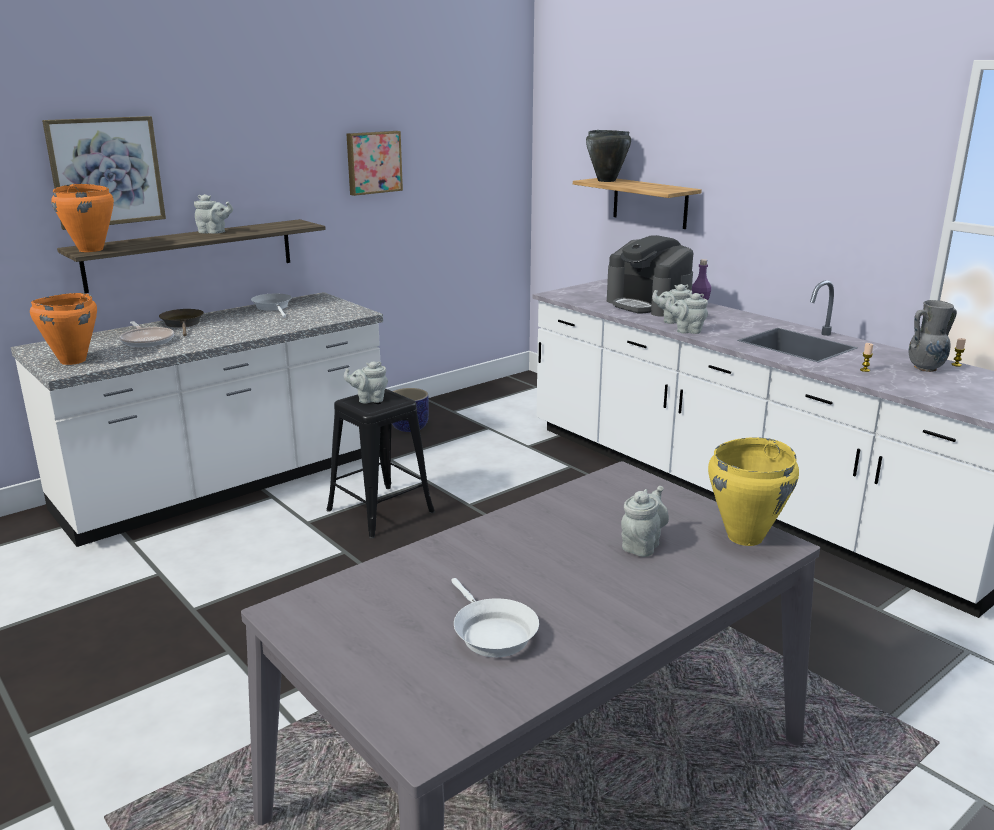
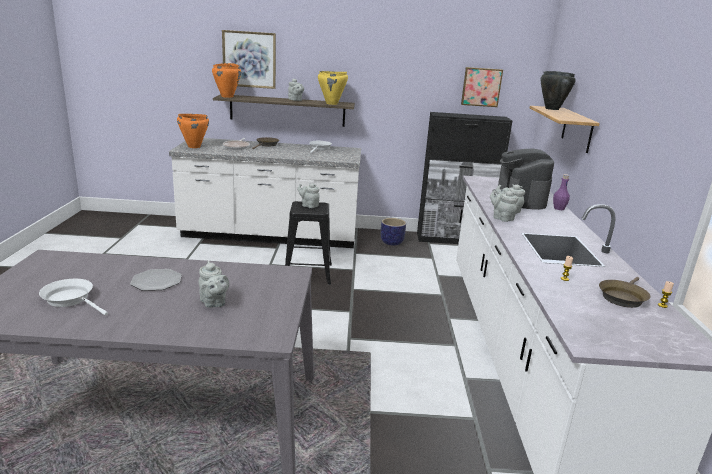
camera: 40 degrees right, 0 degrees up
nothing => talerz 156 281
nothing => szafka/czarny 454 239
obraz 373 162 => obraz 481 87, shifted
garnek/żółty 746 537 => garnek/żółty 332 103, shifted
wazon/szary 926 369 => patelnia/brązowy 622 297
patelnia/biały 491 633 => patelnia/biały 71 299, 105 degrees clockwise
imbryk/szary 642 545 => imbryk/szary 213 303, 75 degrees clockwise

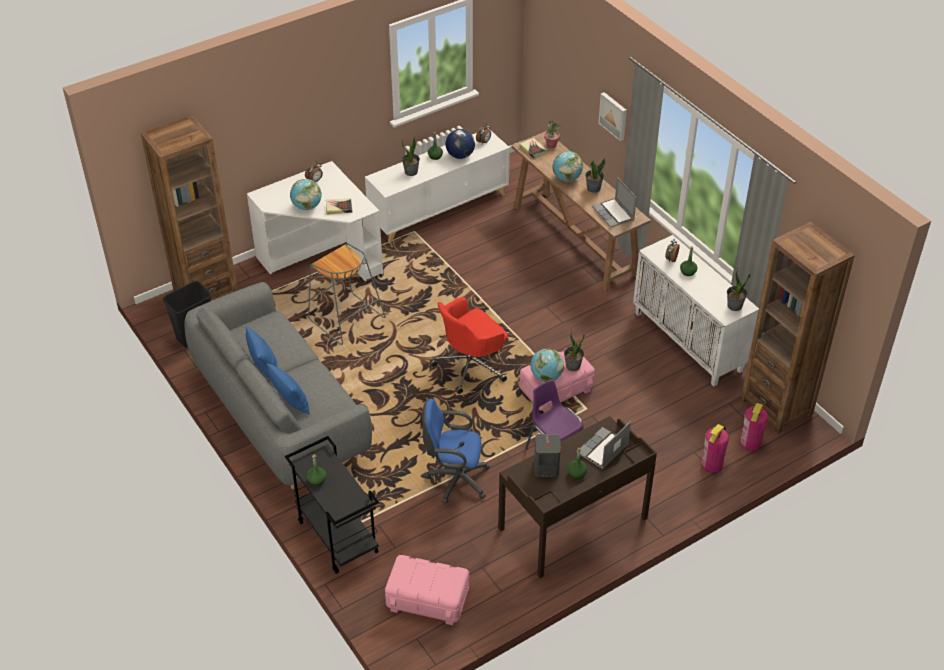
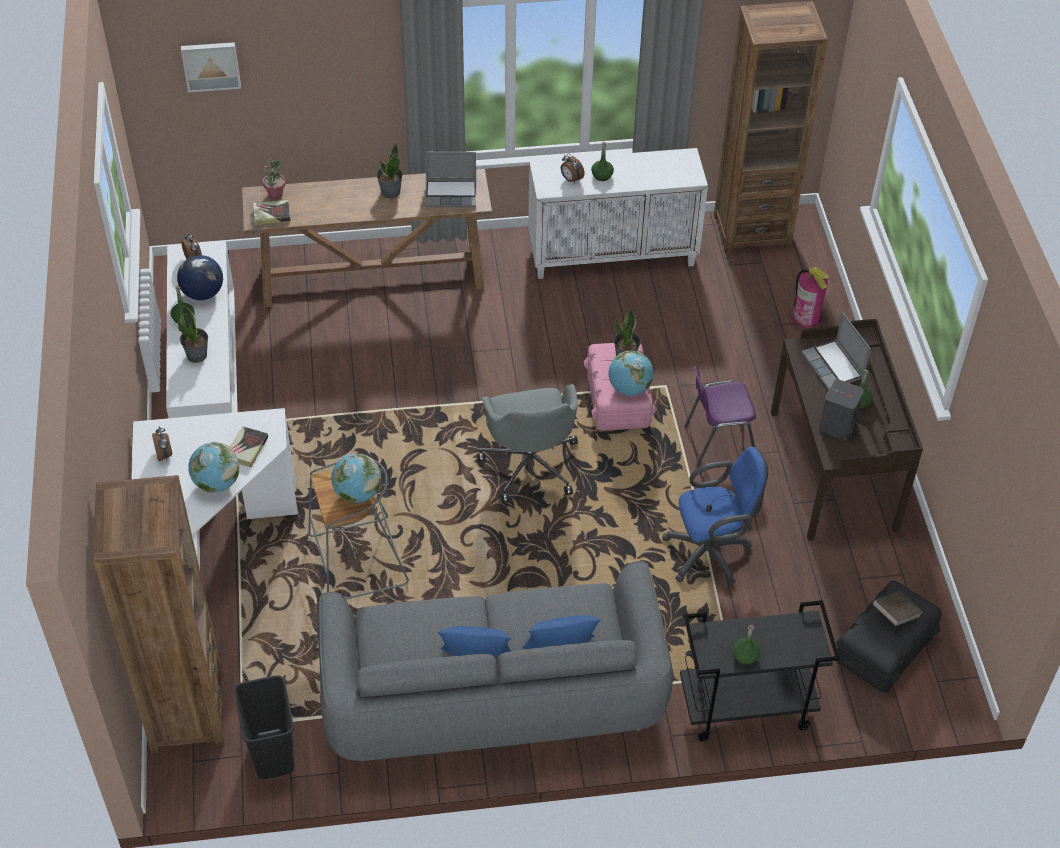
camera: 65 degrees left, 5 degrees up
roślina doniczkowa 734 306 => nothing
gaśnica 750 442 => nothing
nothing => książka/brązowy 895 614
globus 567 178 => globus 357 493, shifted
obraz 614 116 => obraz 211 65, shifted
pojemnik do przechowywania/różowy 427 599 => pojemnik do przechowywania/czarny 884 649
krzesło biurowe/czerwony 471 366 => krzesło biurowe/szary 530 464
krzesło biurowe/niebieski 454 479 => krzesło biurowe/niebieski 711 553, 135 degrees counterclockwise

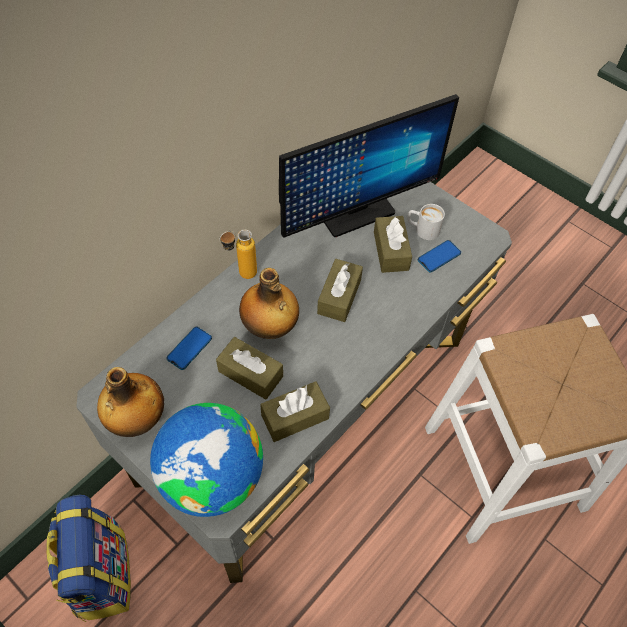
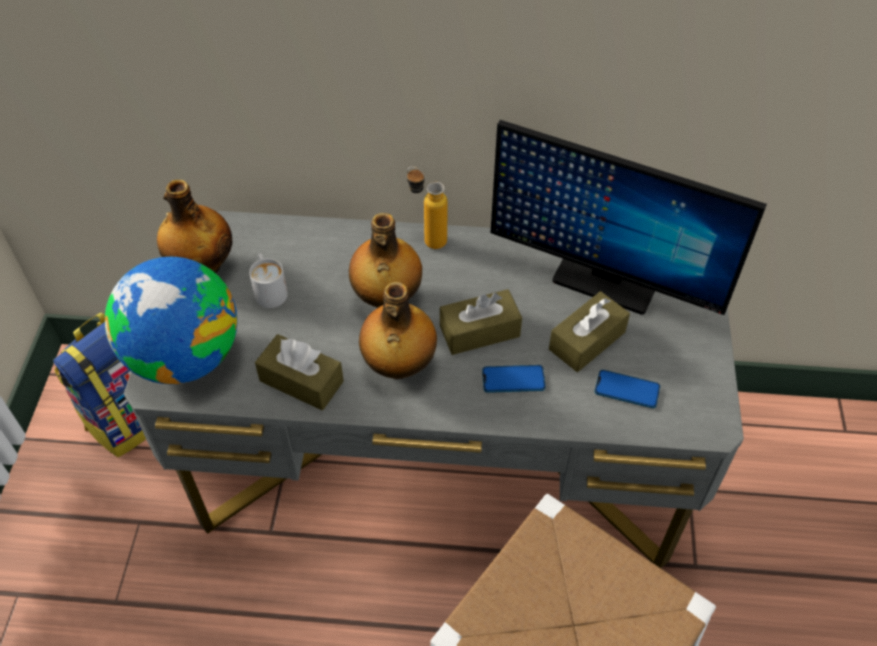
camera: 55 degrees right, 5 degrees down
pudełko chusteczek/brązowy 250 374 => nothing
nothing => butelka 398 366
telefon 189 348 => telefon 513 380, shifted
kubek/biały 422 229 => kubek/biały 269 290, shifted

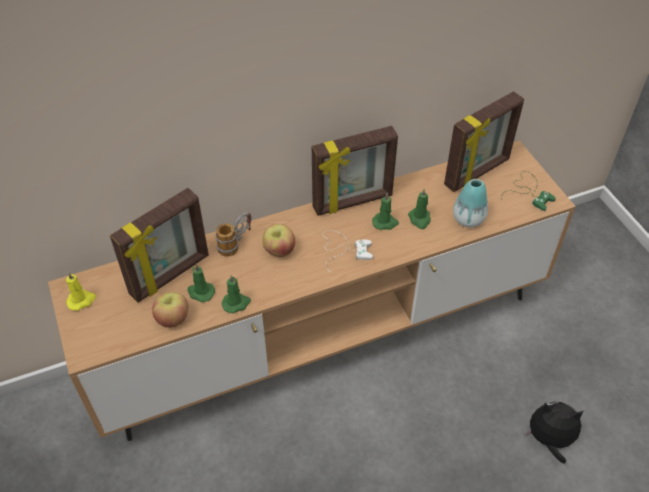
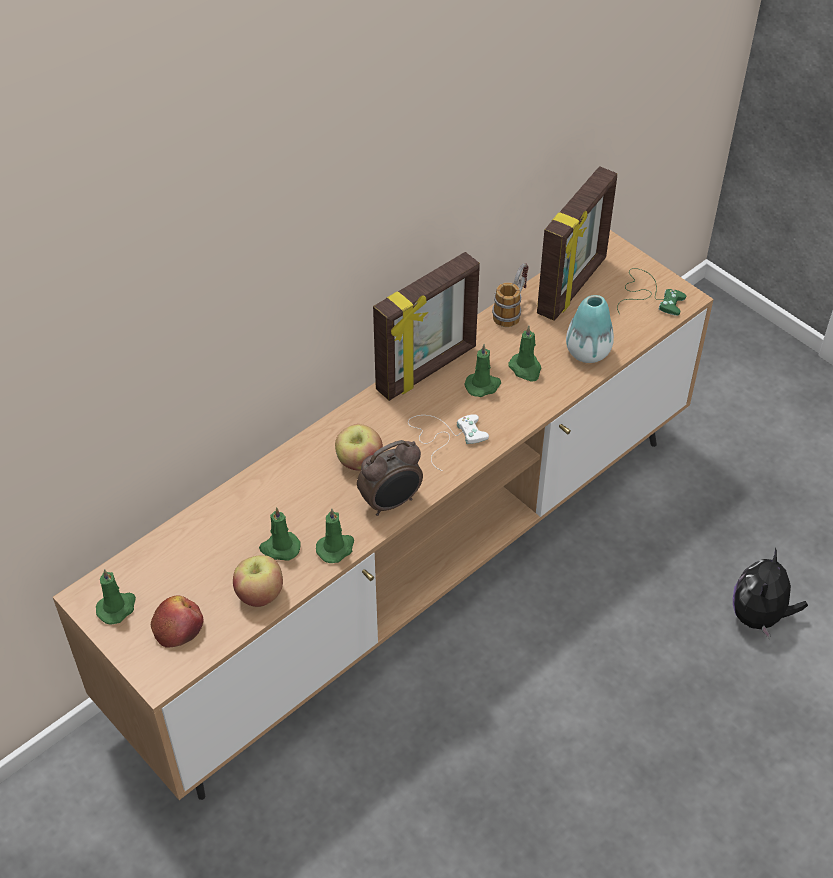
camera: 20 degrees left, 0 degrees up
ramka na zdjęcie 170 276 => nothing
nothing => jabłko 178 626
nothing => budzik 391 502
kubek 236 244 => kubek 512 310, shifted
świeca/żółty 82 300 => świeca/zielony 117 607
pluszak 549 440 => pluszak 759 616, 60 degrees counterclockwise

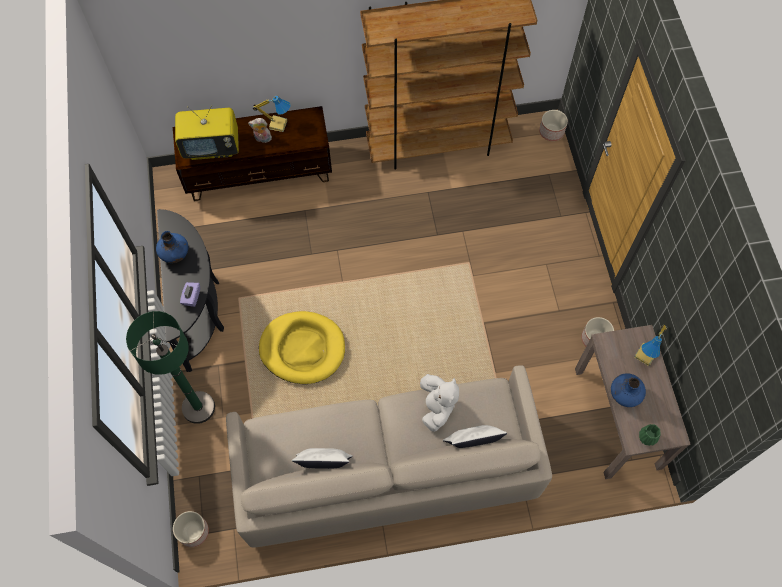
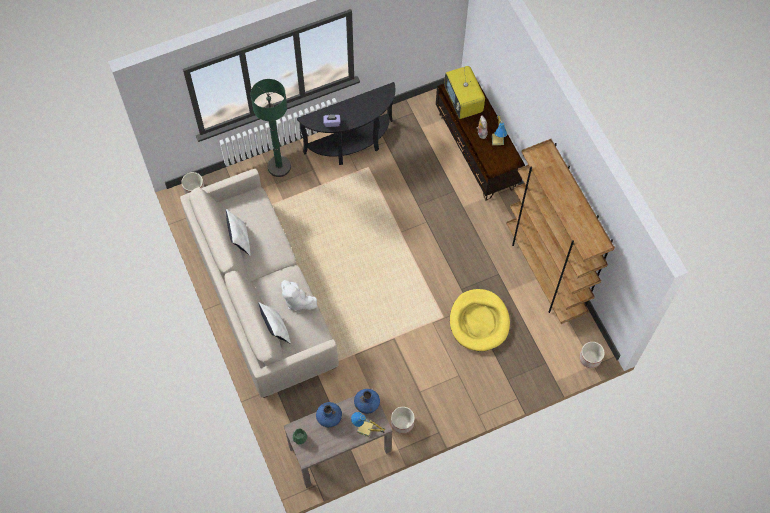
camera: 75 degrees right, 0 degrees up
wazon/niebieski 175 254 => wazon/niebieski 366 404, shifted
legowisko/żółty 302 349 => legowisko/żółty 479 321, shifted
pluszak/biały 437 407 => pluszak/biały 297 300, 60 degrees clockwise

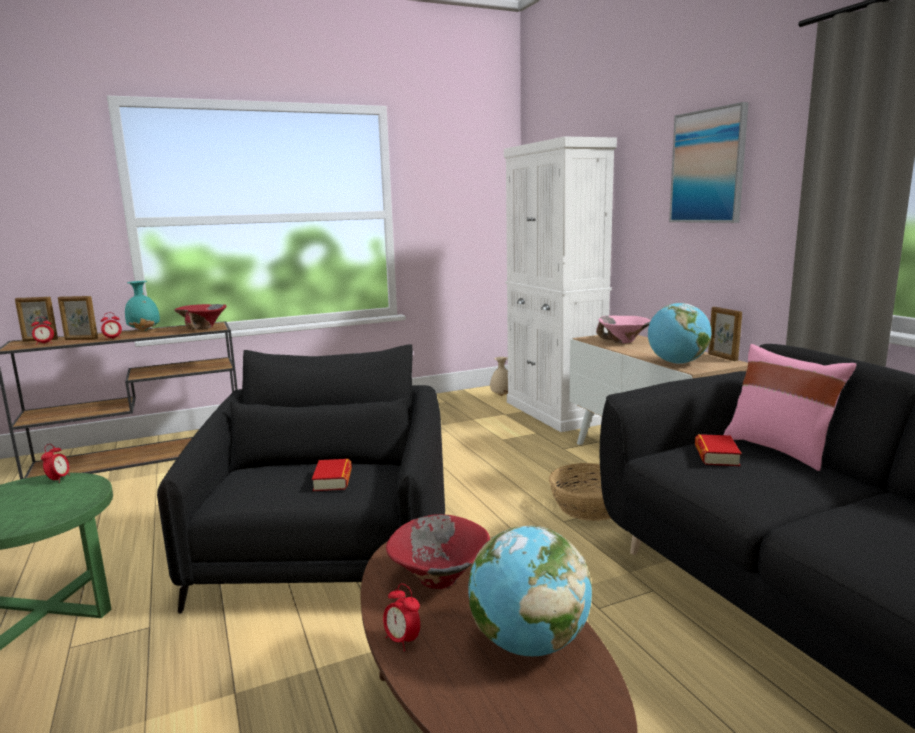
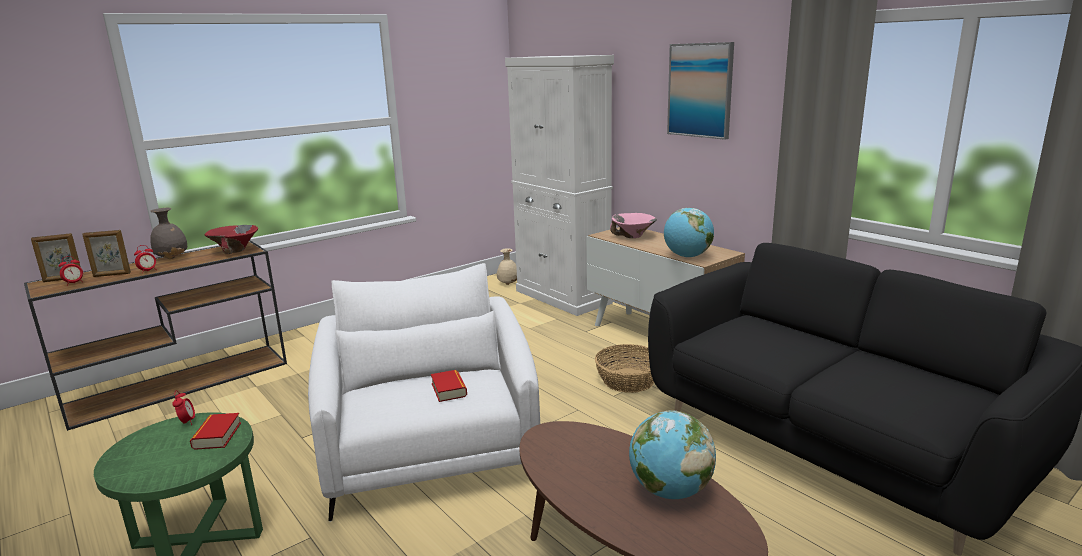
camera: 15 degrees left, 5 degrees up
budzik 402 641 => nothing
miska/czerwony 438 580 => nothing
ramka na zdjęcie 722 357 => nothing
poduszka/różowy 780 449 => nothing
książka 716 455 => książka 217 436, shifted
wazon/turkusowy 145 330 => wazon/szary 173 258
fotel/czarny 326 558 => fotel/biały 432 455

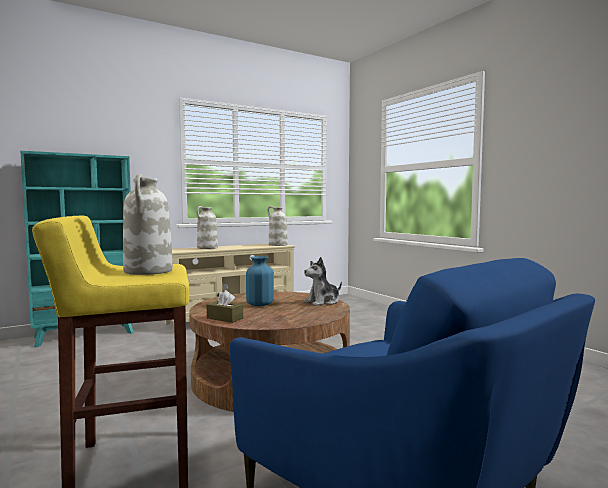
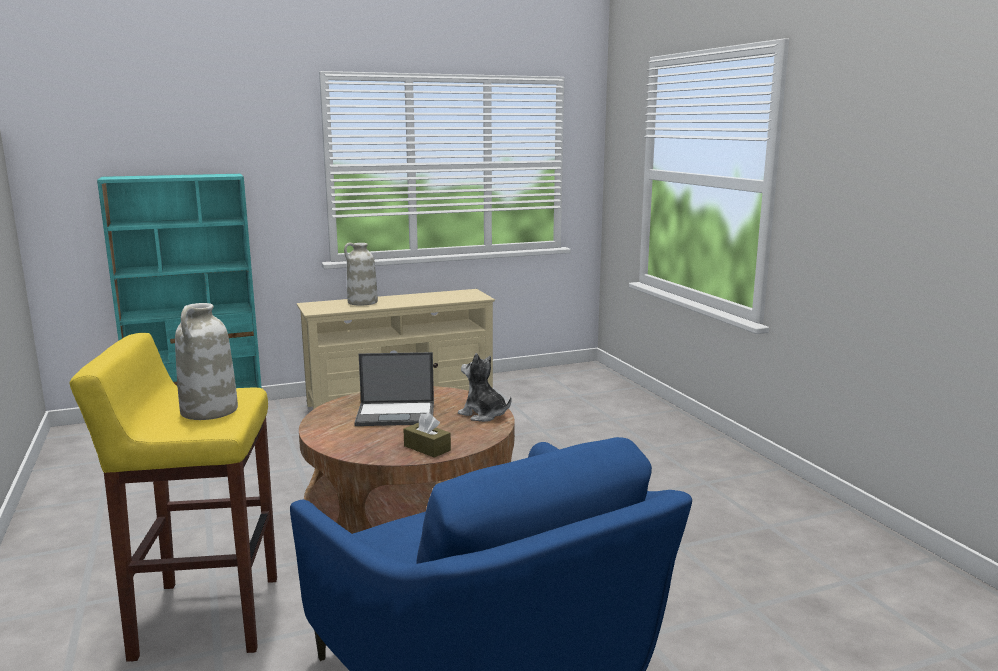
camera: 10 degrees right, 10 degrees up
wazon/biały 277 245 => nothing
pudełko chusteczek/brązowy 225 318 => pudełko chusteczek/brązowy 427 448, shifted
wazon/niebieski 260 304 => laptop 397 414
pluszak 323 302 => pluszak 483 415, 60 degrees clockwise

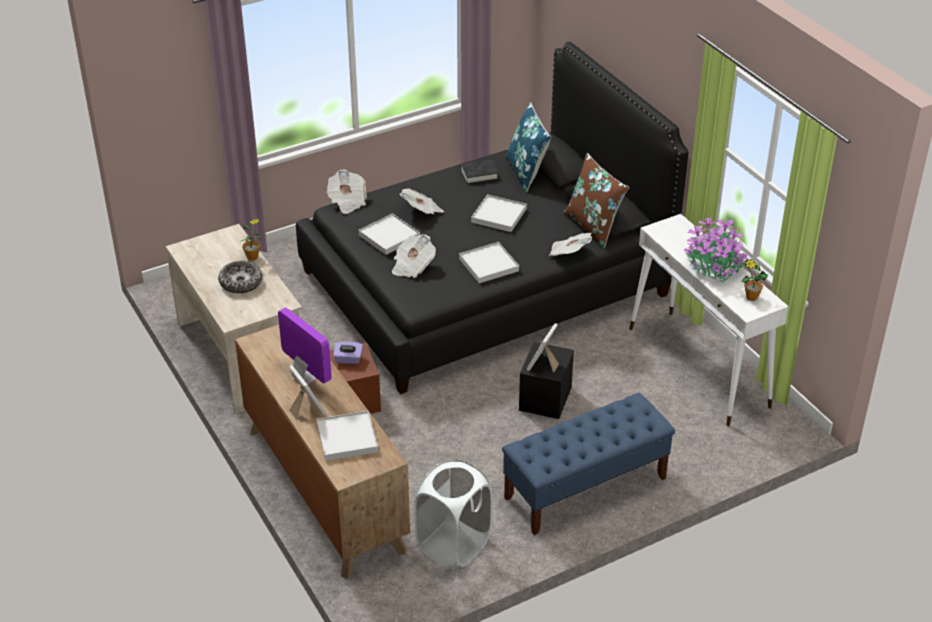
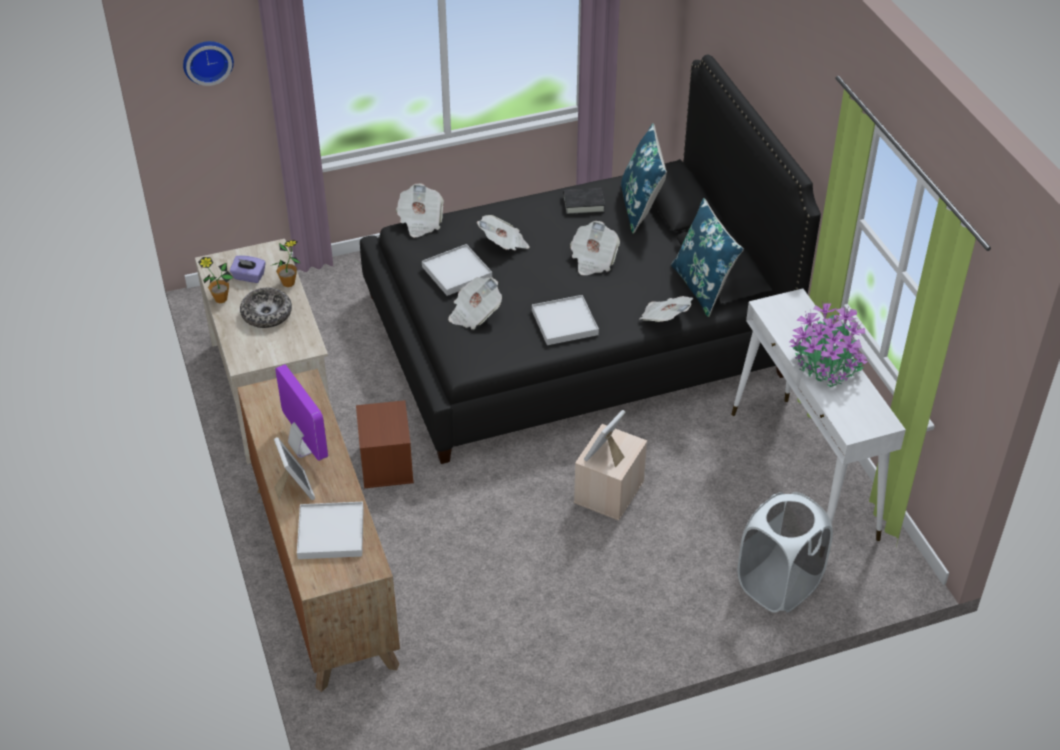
camera: 10 degrees right, 5 degrees up
ławka/niebieski 585 488 => nothing
nothing => zegar ścienny 207 61
pudełko chusteczek/fioletowy 348 359 => pudełko chusteczek/fioletowy 249 277, shifted
kosz na pranie/biały 453 545 => kosz na pranie/biały 778 585, shifted
roślina doniczkowa 751 297 => roślina doniczkowa 220 299, shifted
taca/biały 499 216 => gazeta 593 260
pojemnik do przechowywania/czarny 545 399 => pojemnik do przechowywania/beżowy 609 492
poduszka/brązowy 593 226 => poduszka/niebieski 703 287

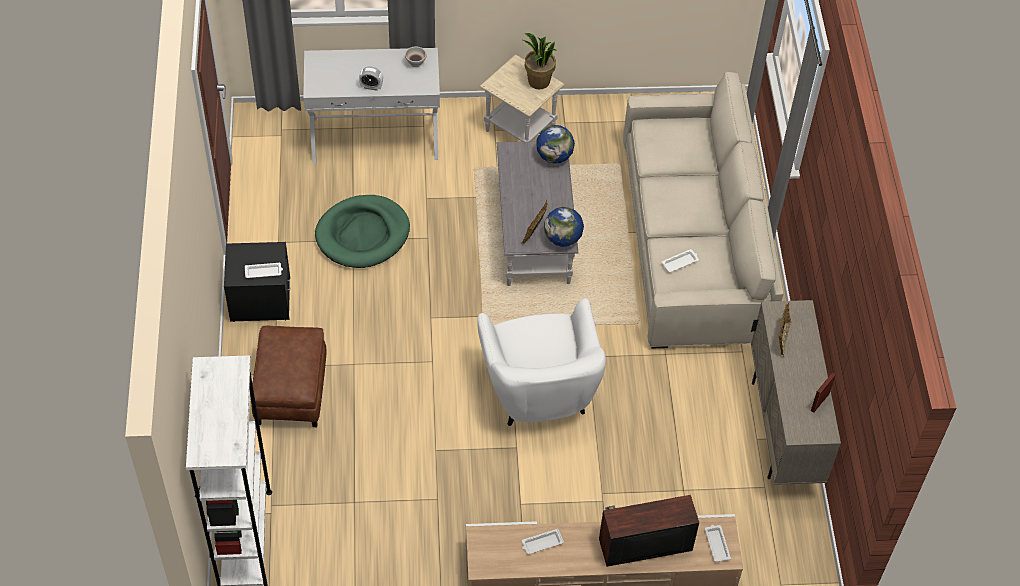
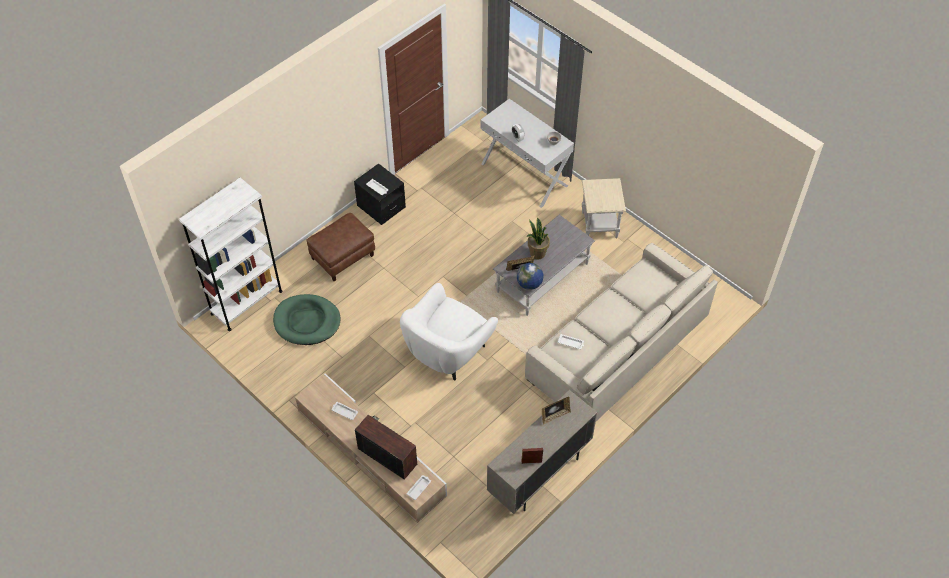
camera: 50 degrees right, 0 degrees up
globus 554 156 => nothing
legowisko/zielony 363 234 => legowisko/zielony 307 321, shifted
roślina doniczkowa 538 82 => roślina doniczkowa 537 253, shifted

